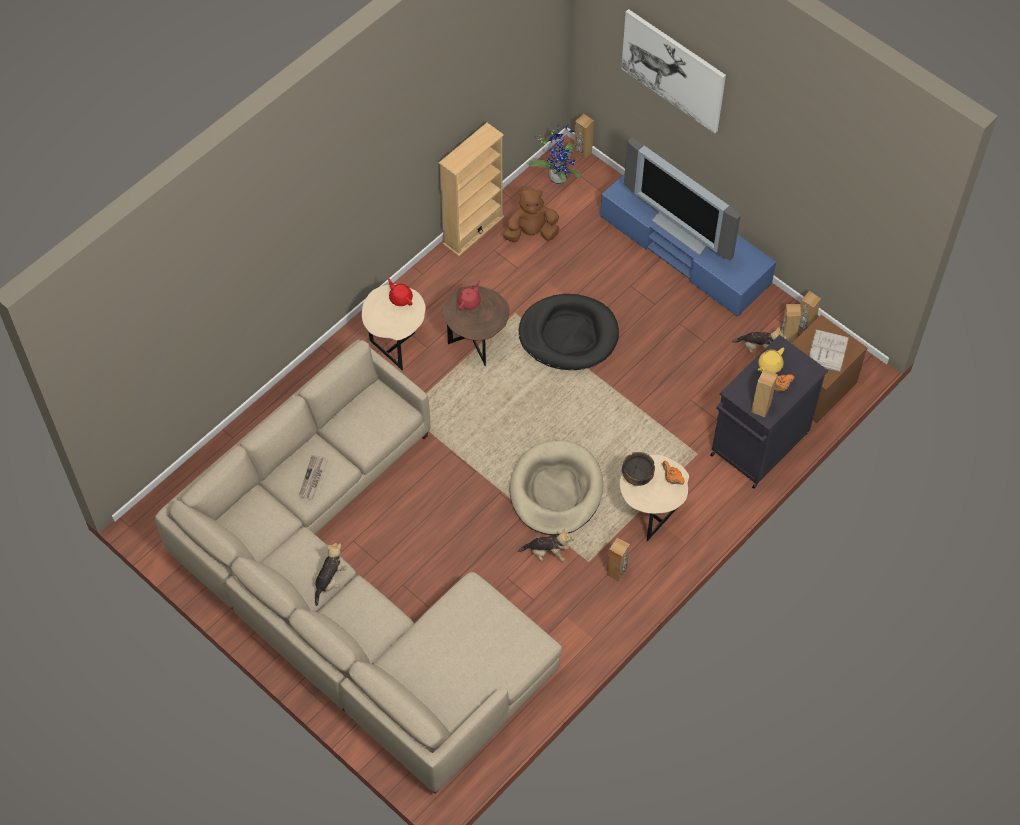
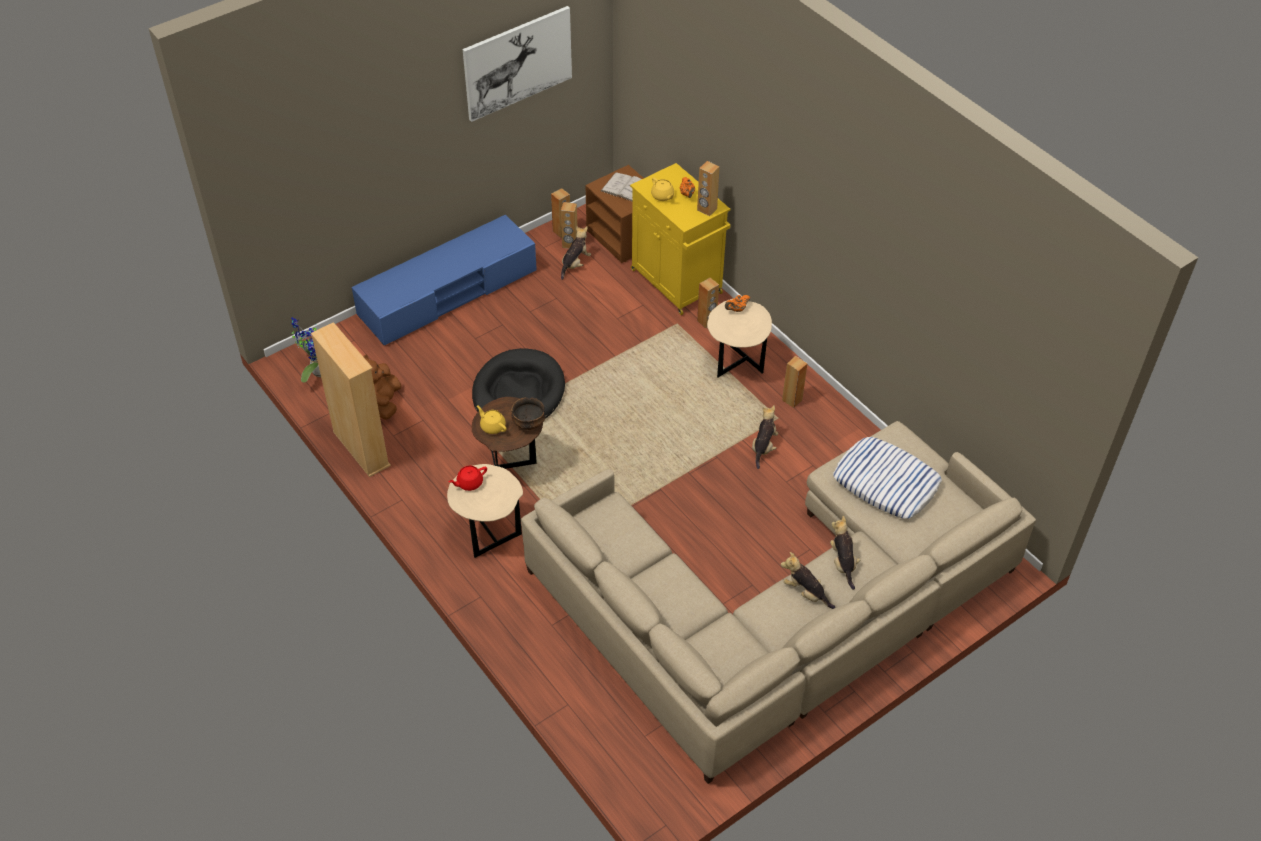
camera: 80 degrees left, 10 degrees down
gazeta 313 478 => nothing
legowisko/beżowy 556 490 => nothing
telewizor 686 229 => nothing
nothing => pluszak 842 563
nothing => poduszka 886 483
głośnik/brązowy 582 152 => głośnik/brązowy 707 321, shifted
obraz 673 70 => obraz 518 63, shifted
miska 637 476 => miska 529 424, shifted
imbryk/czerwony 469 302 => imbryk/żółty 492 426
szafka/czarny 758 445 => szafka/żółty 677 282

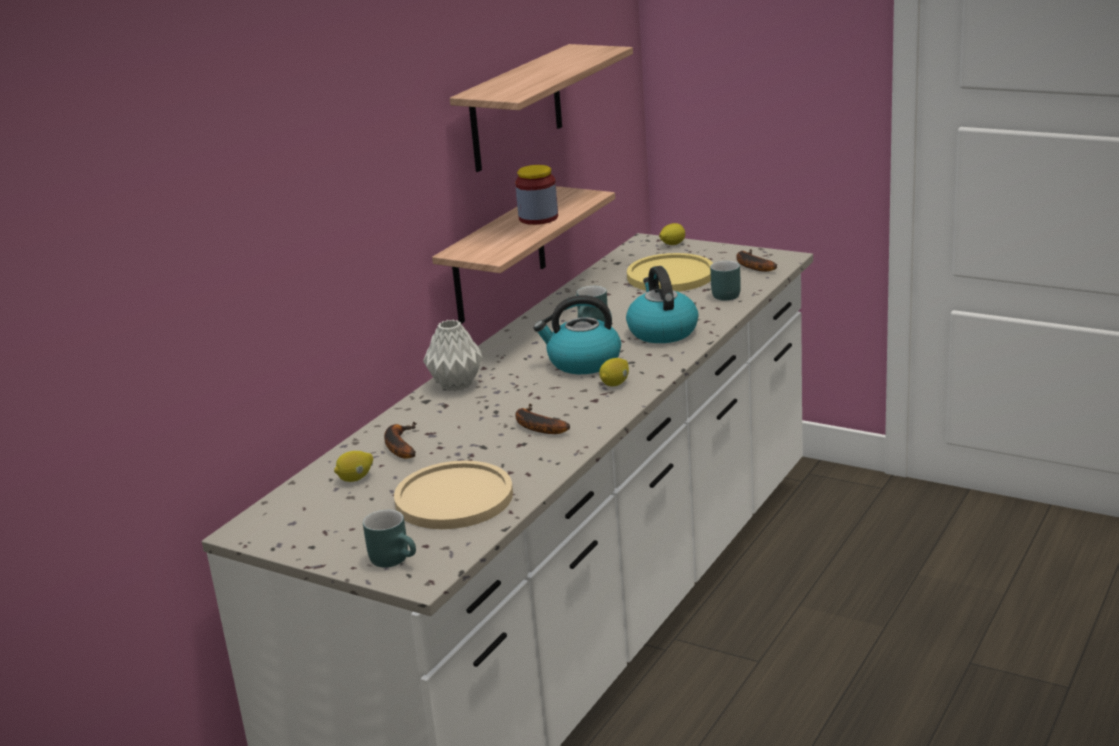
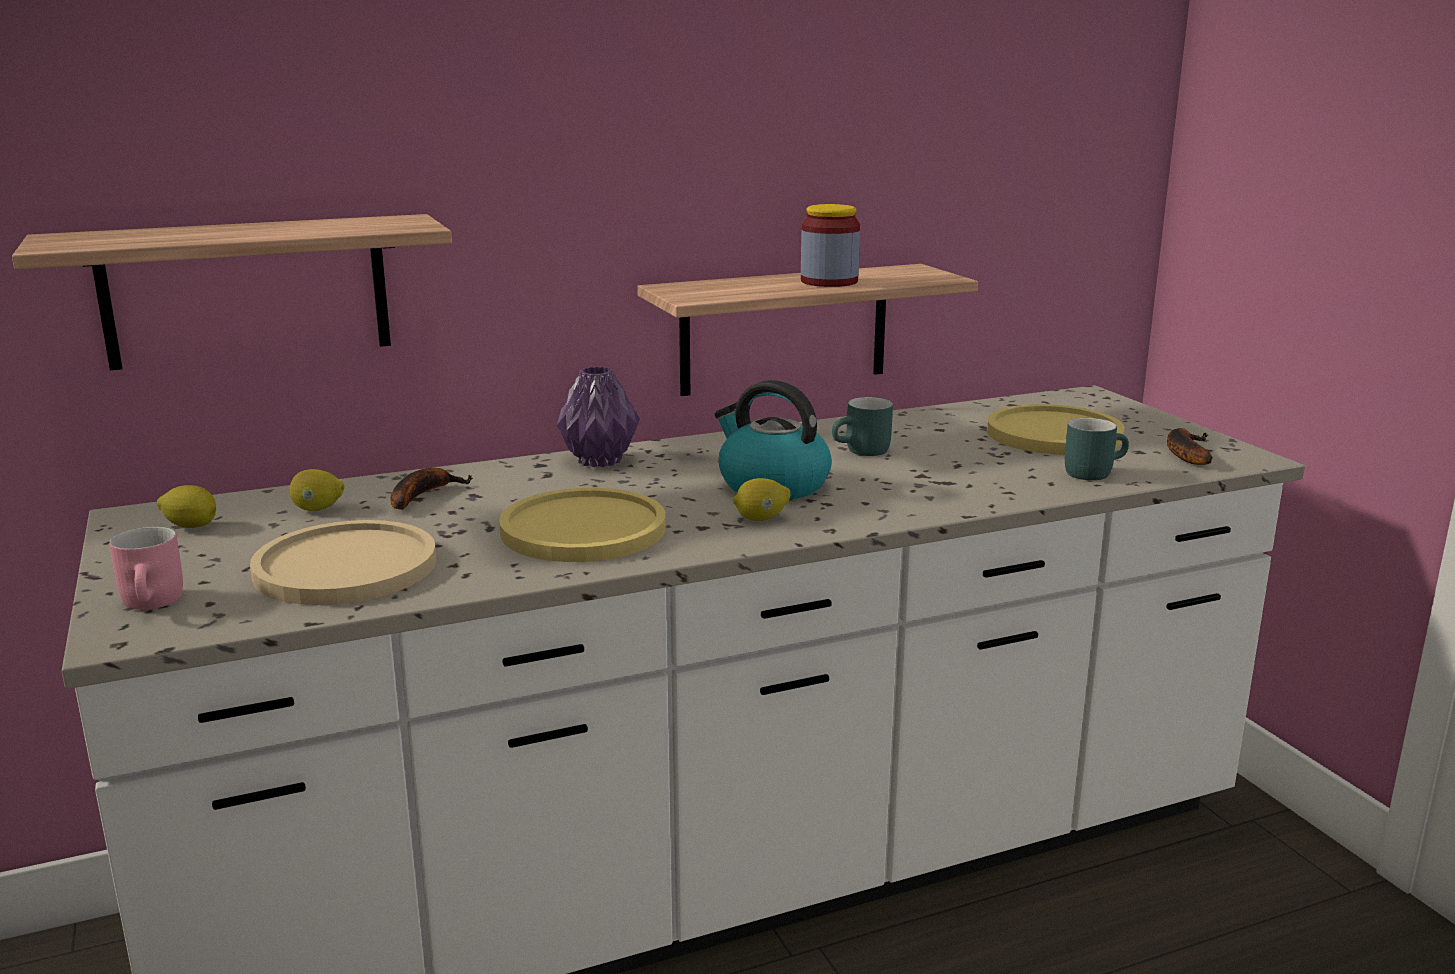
camera: 35 degrees right, 5 degrees down
czajnik 662 331 => nothing
półka 516 109 => półka 246 291, shifted
cytryna 672 244 => cytryna 191 526, shifted
banan 536 426 => talerz/żółty 583 529
kubek/turkusowy 396 558 => kubek/różowy 156 603
wazon/szary 457 385 => wazon/fioletowy 600 461

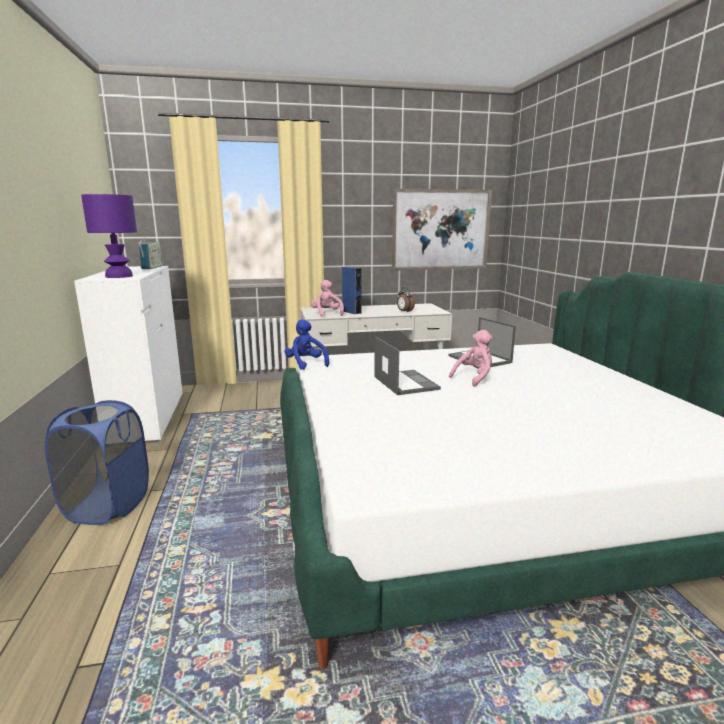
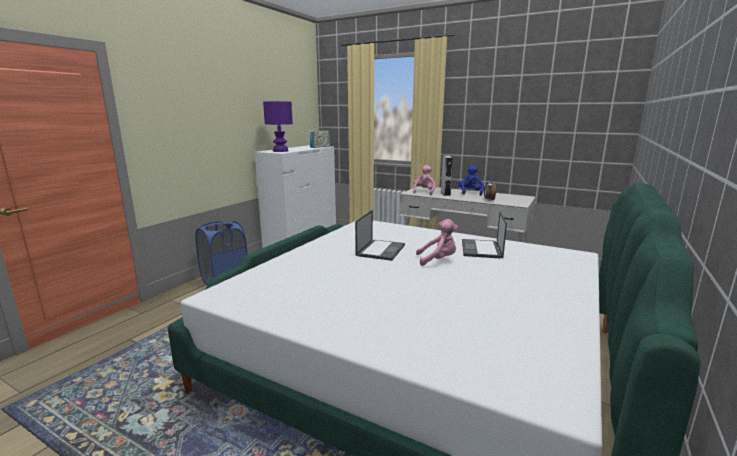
camera: 40 degrees right, 0 degrees up
obraz 441 230 => nothing
pluszak/niebieski 306 364 => pluszak/niebieski 470 193, shifted
głośnik/niebieski 351 312 => głośnik/szary 445 193

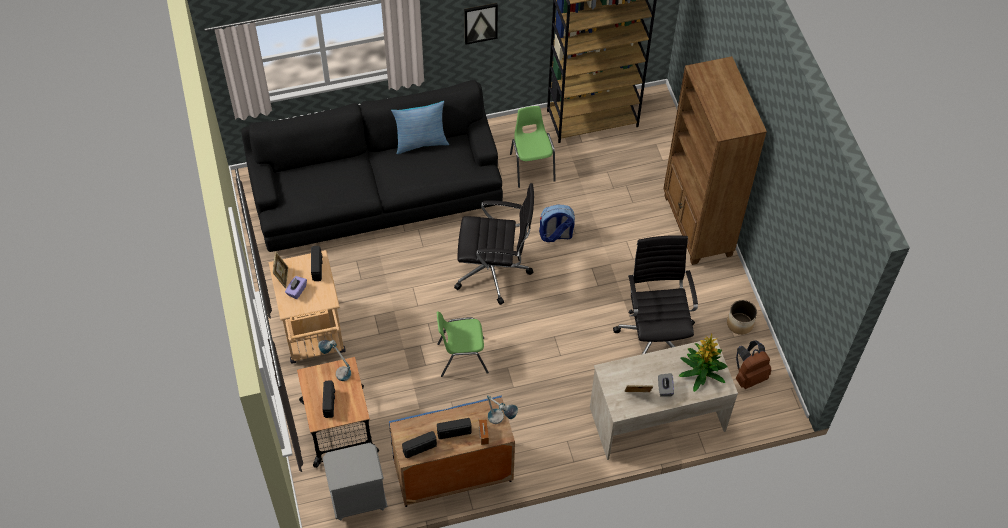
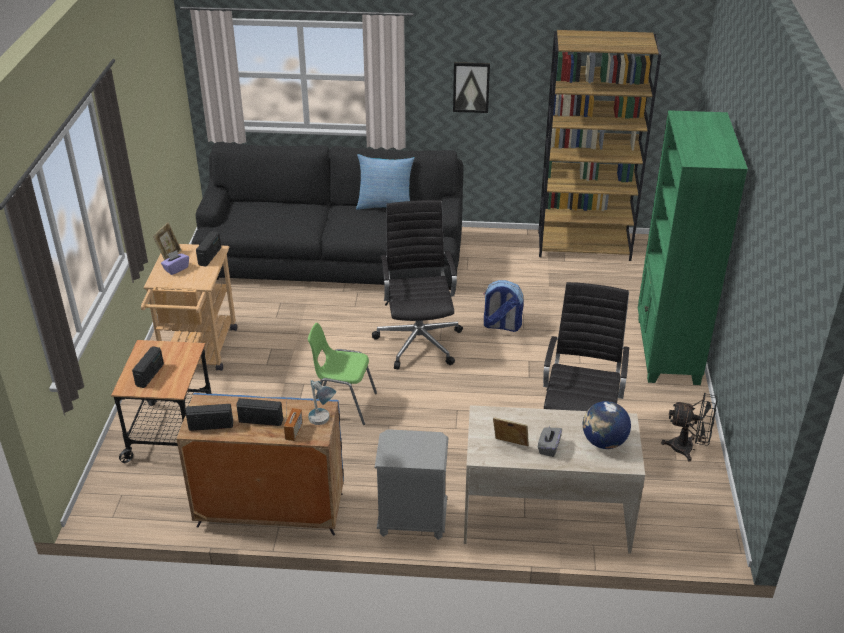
camera: 20 degrees right, 20 degrees down
lampa stołowa 338 370 => nothing
krzesło/zielony 532 167 => nothing
plecak/brązowy 749 376 => nothing
szafka nocna/szary 358 500 => szafka nocna/szary 412 521, shifted
roślina doniczkowa 701 372 => globus 603 442
donica 739 323 => wentylator/czarny 688 448
regał/brązowy 697 226 => regał/zielony 667 351
krzesło biurowe/czarny 494 271 => krzesło biurowe/czarny 419 340, 120 degrees counterclockwise

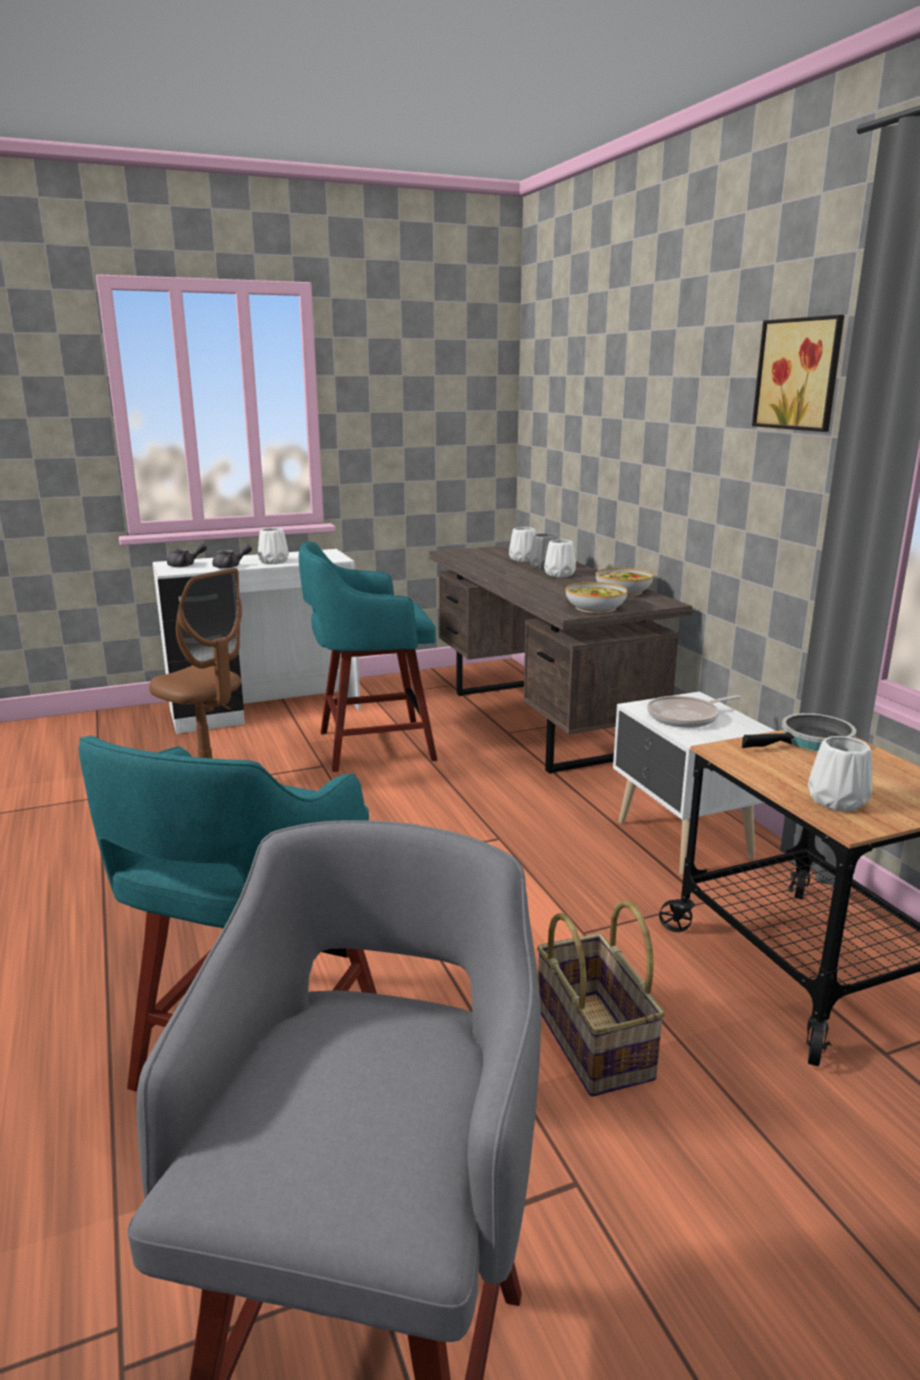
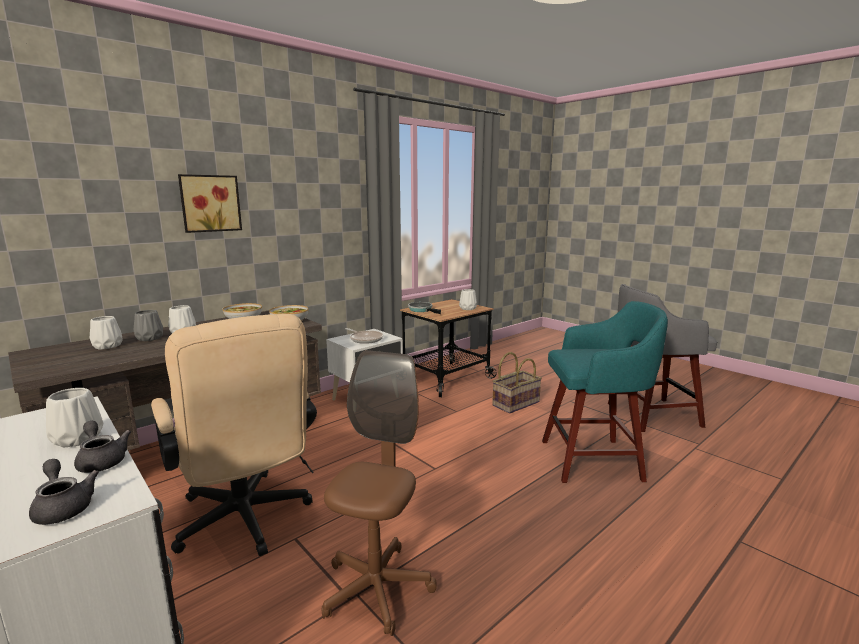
camera: 110 degrees left, 5 degrees down
obraz 801 374 => obraz 210 203, shifted
stołek/turkusowy 371 746 => krzesło biurowe/beżowy 246 522

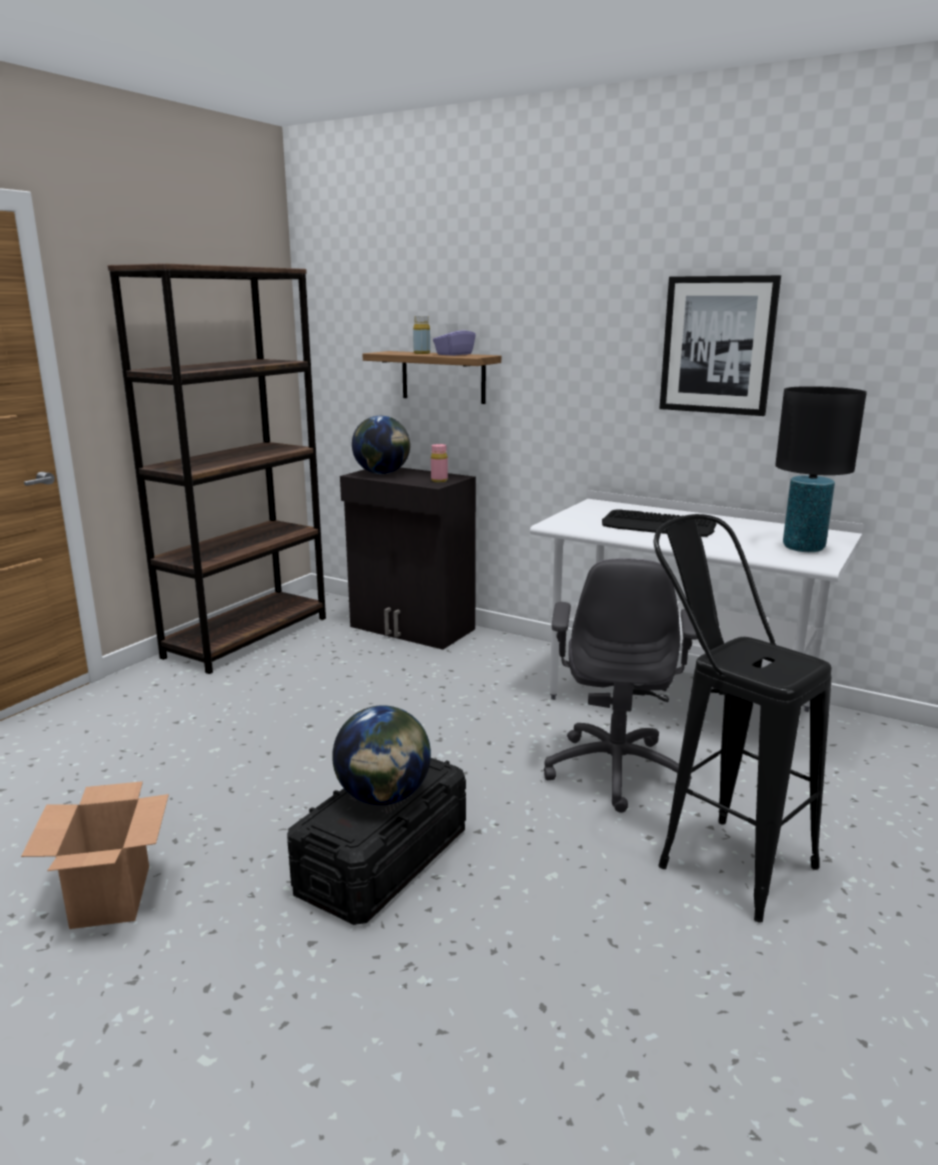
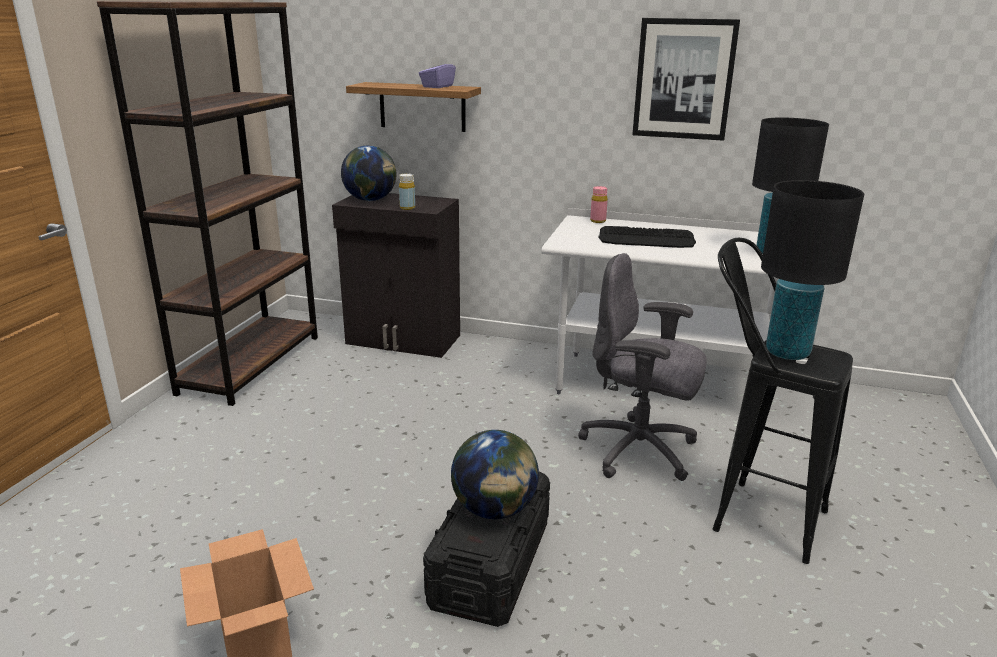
camera: 15 degrees left, 5 degrees up
nothing => lampa stołowa/czarny 787 352
butelka/żółty 422 353 => butelka/żółty 407 208, shifted
butelka/różowy 439 480 => butelka/różowy 598 221, shifted
krzesło biurowe/szary 616 770 => krzesło biurowe/szary 640 451, 120 degrees clockwise

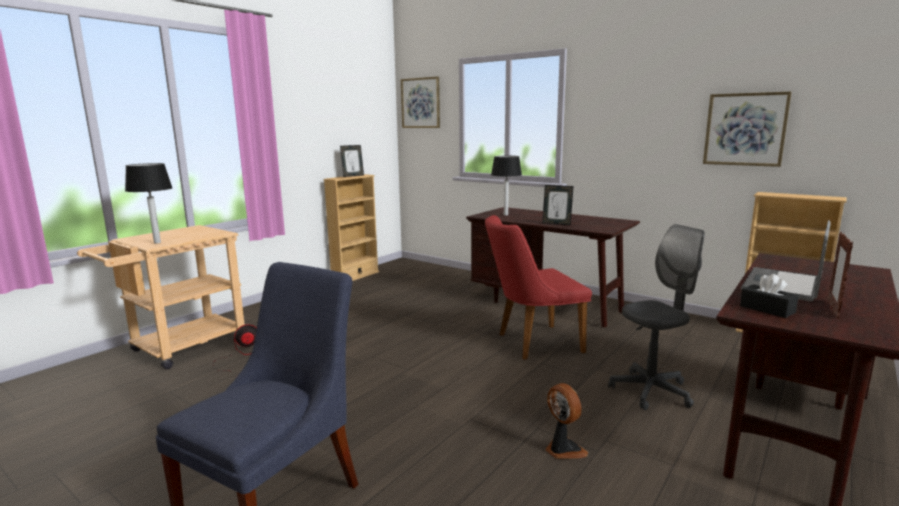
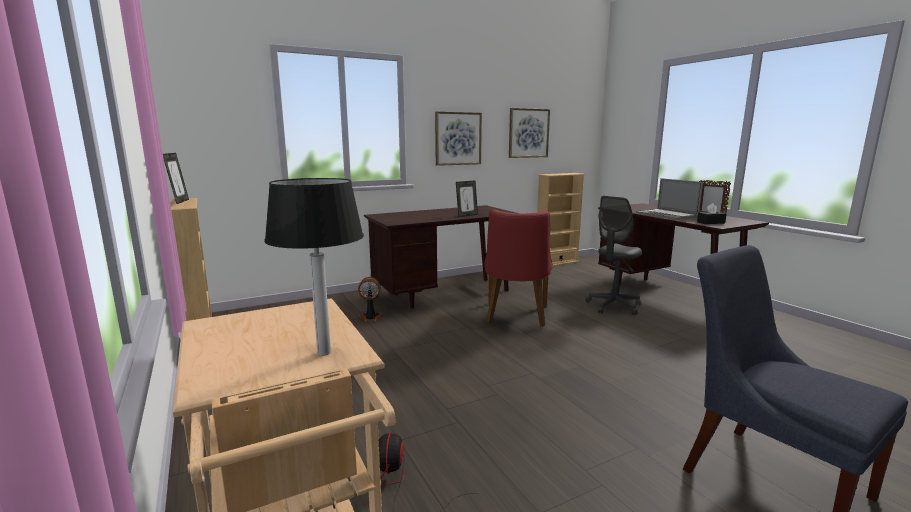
camera: 65 degrees left, 0 degrees up
lampa stołowa 505 215 => nothing
obraz 420 103 => obraz 458 138, shifted
wentylator 563 449 => wentylator 371 318, shifted
krzesło biurowe/szary 650 391 => krzesło biurowe/szary 613 306, 135 degrees counterclockwise

